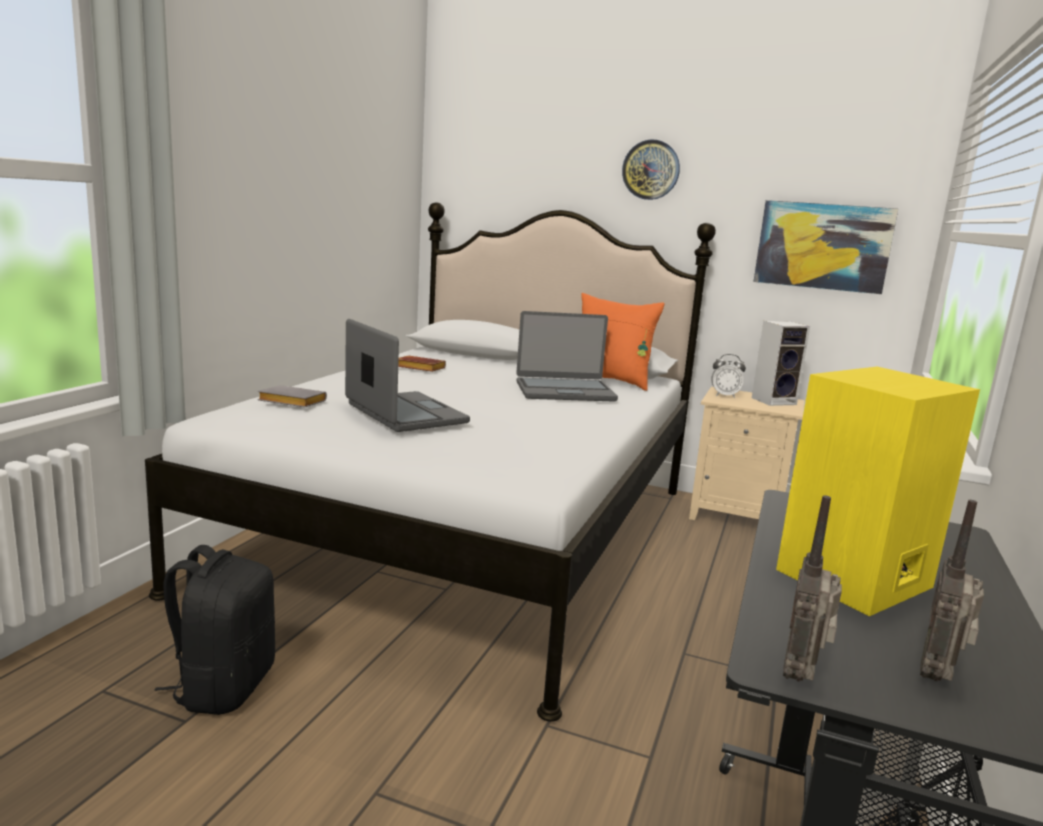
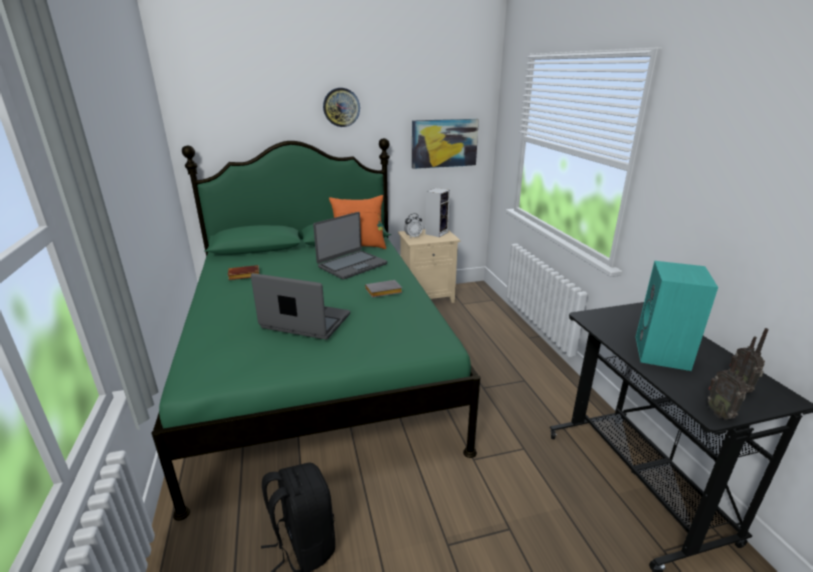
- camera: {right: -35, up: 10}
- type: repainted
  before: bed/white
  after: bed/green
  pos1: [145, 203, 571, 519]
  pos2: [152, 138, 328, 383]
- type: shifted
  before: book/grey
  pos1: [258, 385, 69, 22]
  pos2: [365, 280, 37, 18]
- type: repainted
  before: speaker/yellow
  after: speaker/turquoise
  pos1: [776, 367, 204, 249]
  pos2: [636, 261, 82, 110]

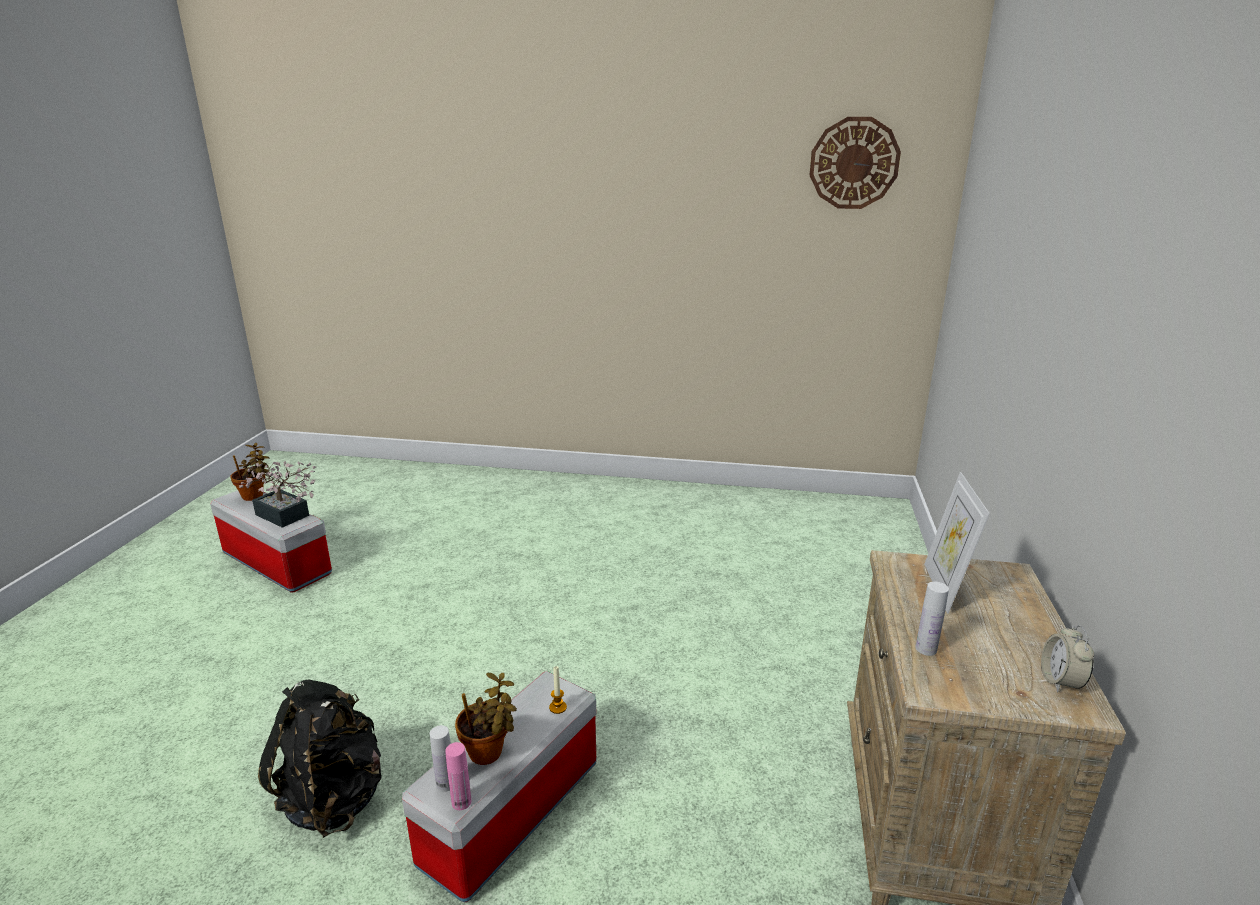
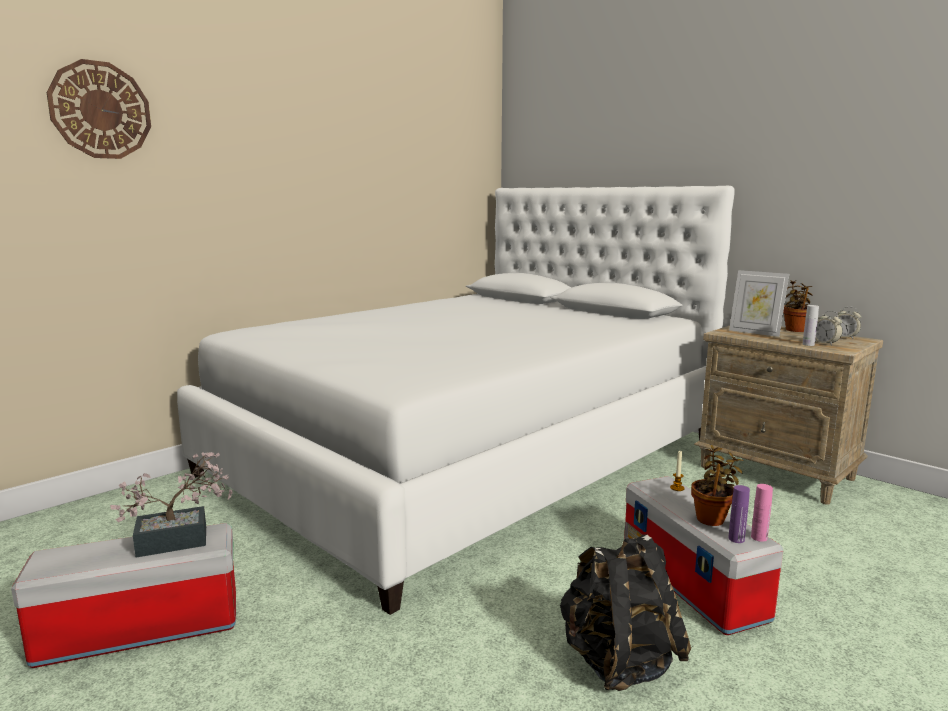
- camera: {right: -55, up: -10}
- type: shifted
  before: wall clock
  pos1: [809, 117, 92, 92]
  pos2: [47, 59, 104, 100]
- type: new
  after: bed/white
  pos2: [177, 186, 558, 429]
- type: repainted
  before: bottle/white
  after: bottle/purple
  pos1: [430, 725, 21, 67]
  pos2: [728, 485, 22, 58]
- type: shifted
  before: potted plant
  pos1: [230, 443, 40, 58]
  pos2: [783, 280, 29, 52]
- type: new
  after: alarm clock
  pos2: [815, 311, 28, 34]

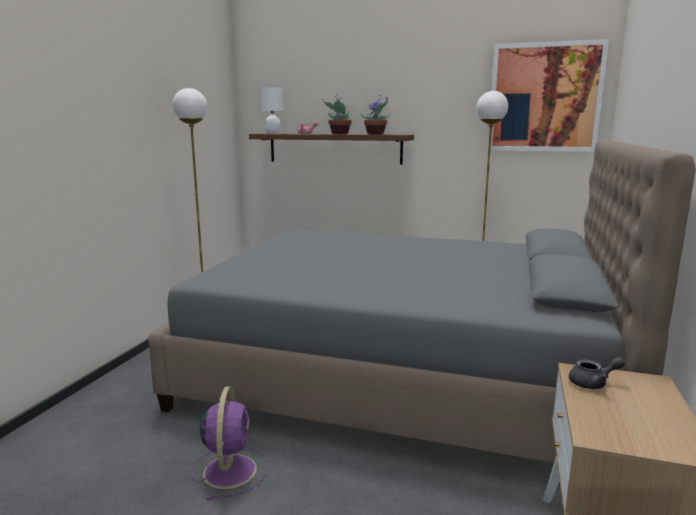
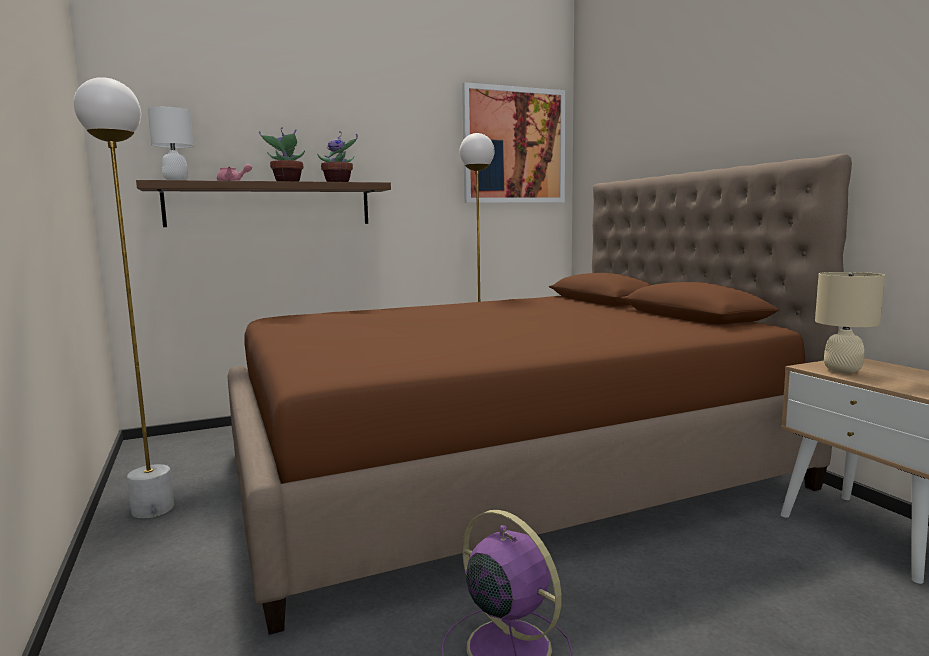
- camera: {right: -40, up: -5}
- type: repainted
  before: bed/grey
  after: bed/brown
  pos1: [148, 139, 547, 324]
  pos2: [227, 154, 625, 481]
- type: swapped
  before: teapot/grey
  after: table lamp/beige
  pos1: [569, 357, 56, 32]
  pos2: [815, 272, 70, 101]

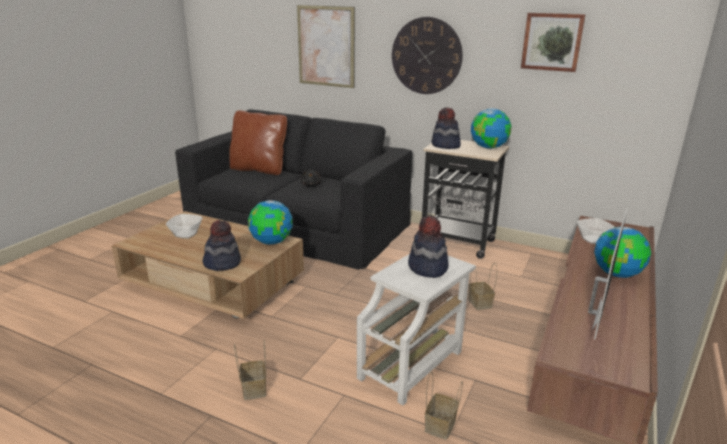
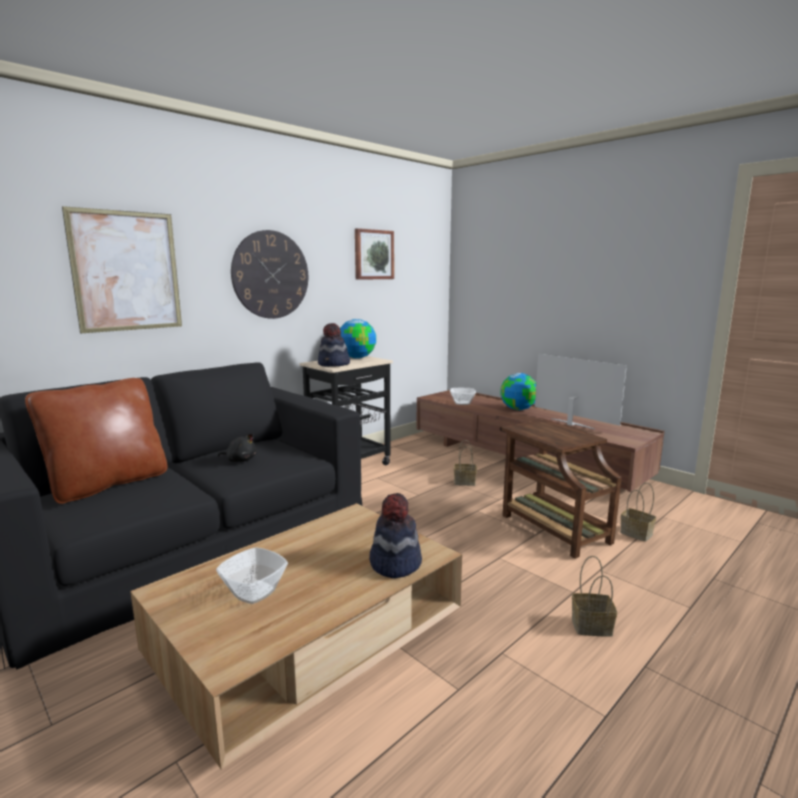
- camera: {right: -70, up: -10}
- type: repainted
  before: side table/white
  after: side table/brown
  pos1: [357, 254, 119, 151]
  pos2: [501, 419, 121, 139]
- type: gone
  before: globe
  pos1: [248, 200, 45, 44]
- type: gone
  before: hat
  pos1: [408, 215, 40, 63]

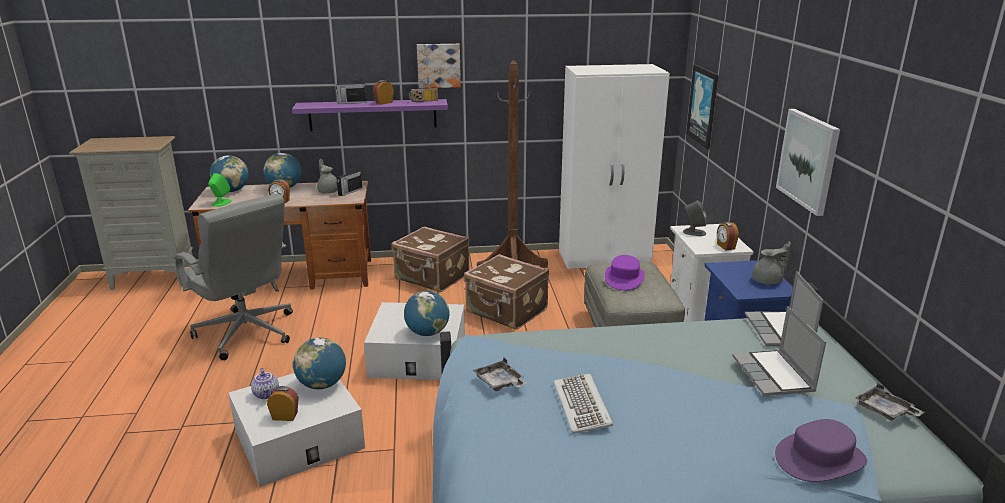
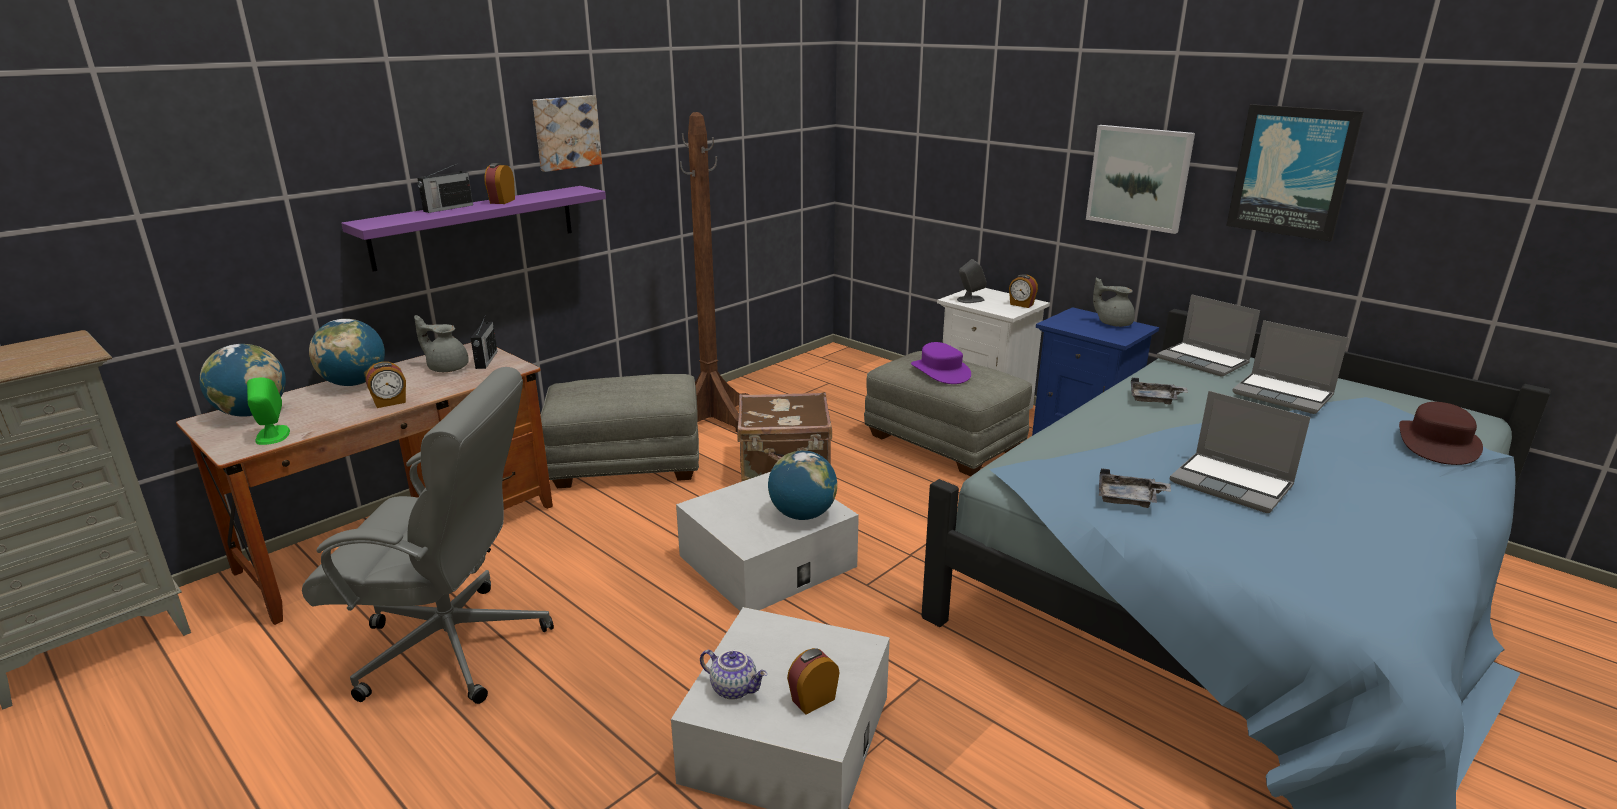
- camera: {right: -40, up: 0}
- type: swapped
  before: suitcase/brown
  after: ottoman/grey
  pos1: [391, 226, 79, 66]
  pos2: [541, 374, 158, 114]
- type: rotated
  before: teapot/grey
  pos1: [752, 242, 39, 43]
  pos2: [1093, 277, 42, 50]
  turn: -90
- type: shifted
  before: tray/grey
  pos1: [856, 384, 69, 37]
  pos2: [1131, 378, 57, 27]
- type: swapped
  before: keyboard
  after: laptop
  pos1: [553, 374, 60, 59]
  pos2: [1170, 391, 141, 122]
- type: shifted
  before: picture
  pos1: [686, 64, 33, 85]
  pos2: [1226, 104, 138, 138]
- type: repainted
  before: hat/purple
  after: hat/brown
  pos1: [775, 419, 92, 63]
  pos2: [1399, 402, 84, 63]
- type: gone
  before: globe
  pos1: [293, 337, 53, 52]
- type: gone
  before: radio
  pos1: [409, 88, 29, 15]
- type: gone
  before: wardrobe/white
  pos1: [559, 64, 111, 205]

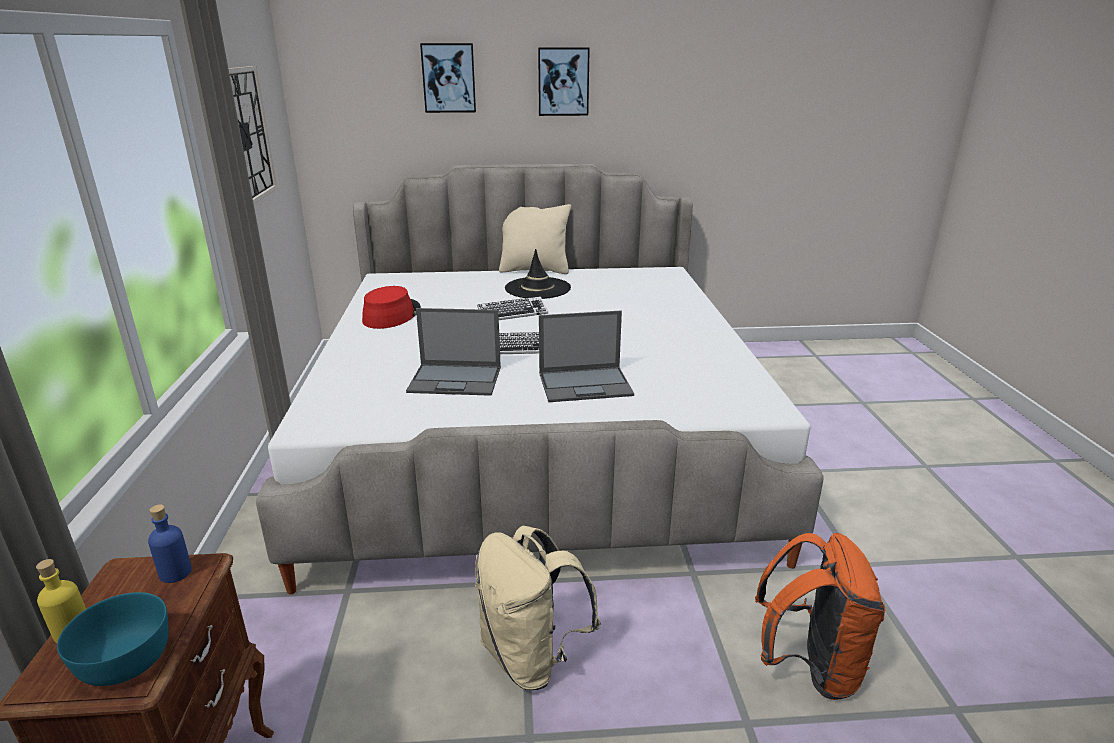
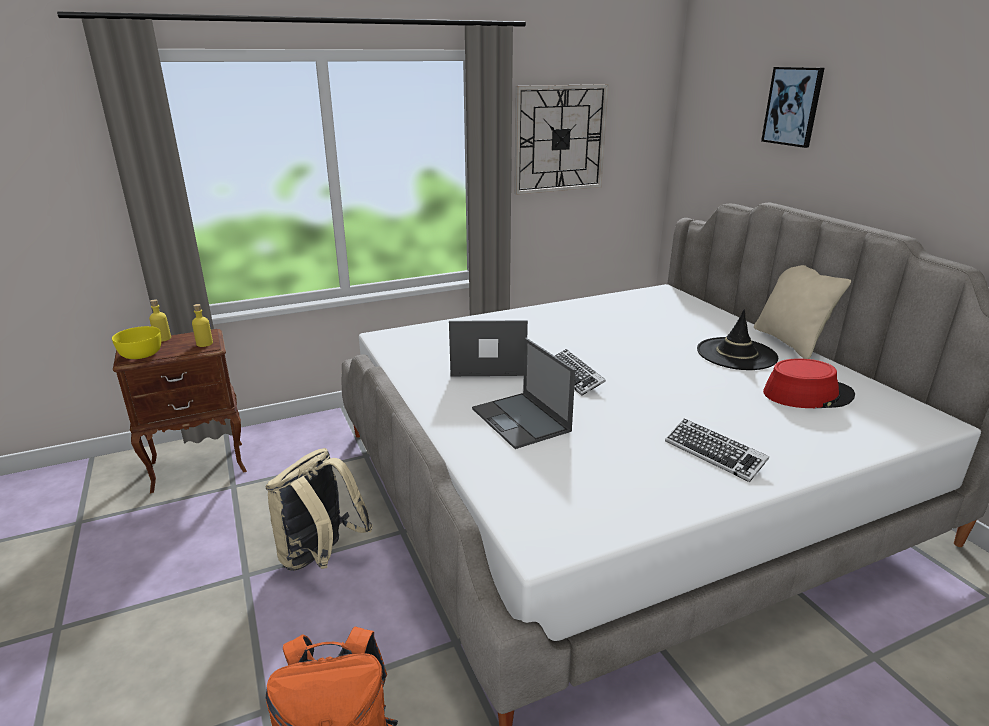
- camera: {right: 70, up: 0}
- type: repainted
  before: bowl/turquoise
  after: bowl/yellow
  pos1: [57, 592, 112, 94]
  pos2: [112, 326, 49, 33]
- type: repainted
  before: bottle/blue
  after: bottle/yellow
  pos1: [148, 505, 44, 78]
  pos2: [192, 304, 21, 43]
- type: rotated
  before: laptop
  pos1: [406, 308, 95, 88]
  pos2: [449, 320, 79, 56]
  turn: 105
- type: shifted
  before: keyboard
  pos1: [477, 296, 71, 24]
  pos2: [665, 418, 104, 64]
- type: shifted
  before: hat/red
  pos1: [362, 286, 59, 43]
  pos2: [763, 358, 92, 50]
- type: gone
  before: picture
  pos1: [538, 47, 52, 69]

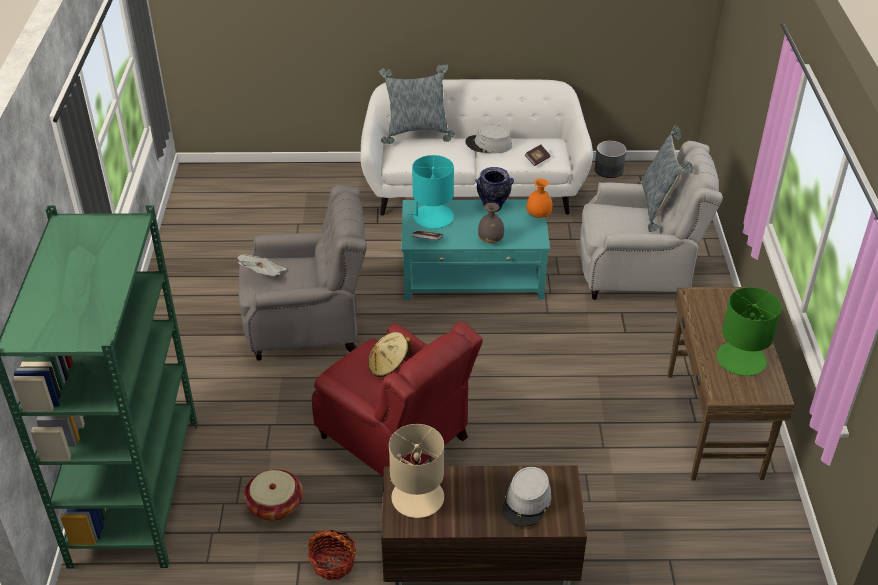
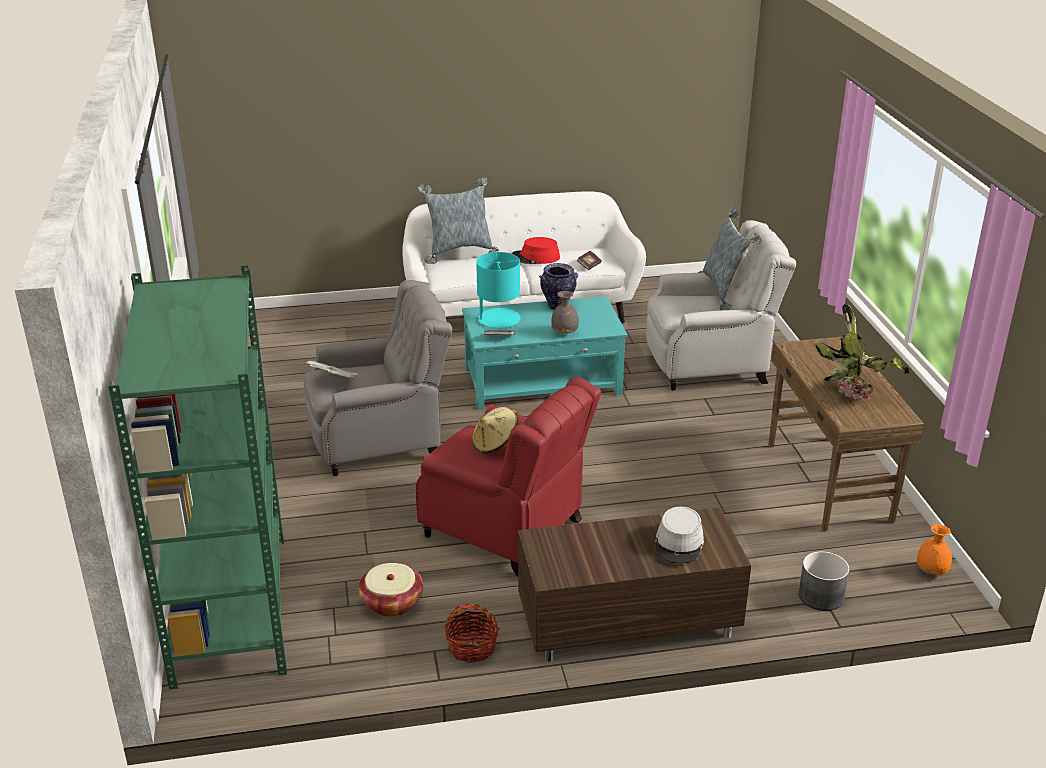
- camera: {right: -10, up: -10}
- type: repainted
  before: hat/grey
  after: hat/red
  pos1: [465, 125, 47, 28]
  pos2: [512, 237, 48, 27]
- type: shifted
  before: planter/grey
  pos1: [595, 140, 31, 38]
  pos2: [799, 551, 50, 60]
- type: swapped
  before: table lamp/green
  after: potted plant
  pos1: [717, 287, 65, 89]
  pos2: [816, 304, 94, 96]
- type: shifted
  before: vase/orange
  pos1: [526, 179, 27, 40]
  pos2: [917, 524, 35, 51]
- type: gone
  before: table lamp/beige
  pos1: [389, 424, 55, 95]

